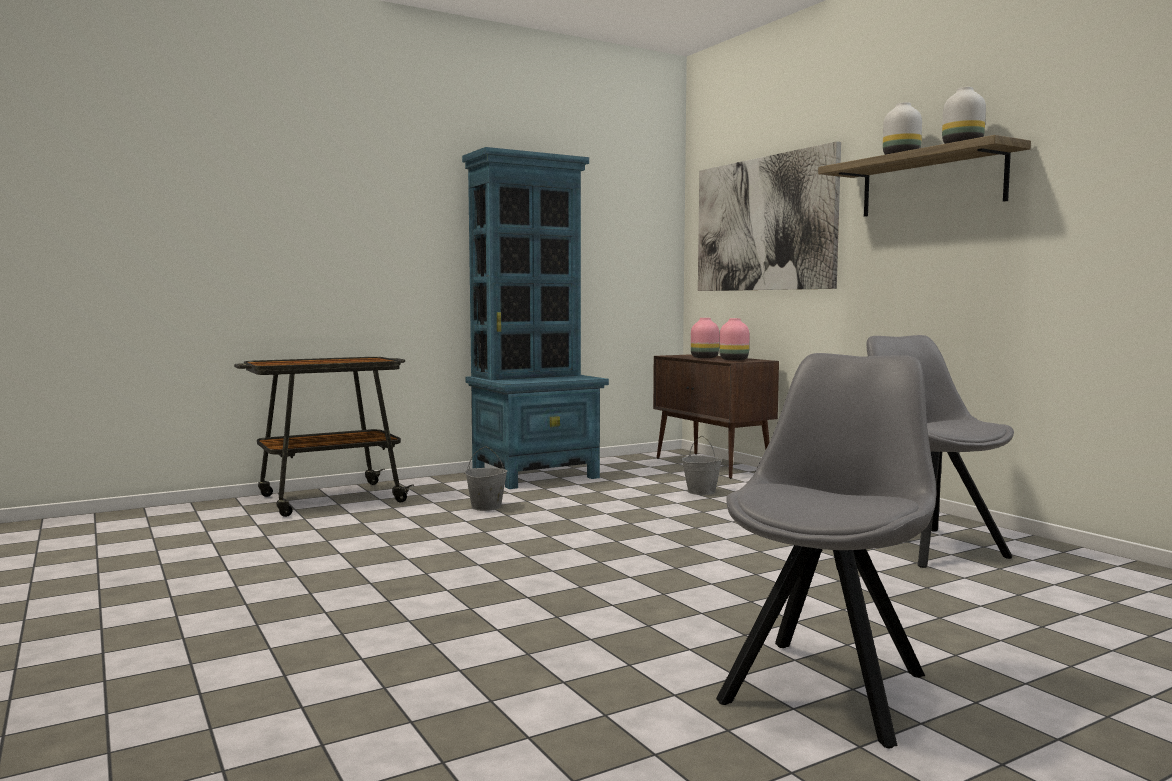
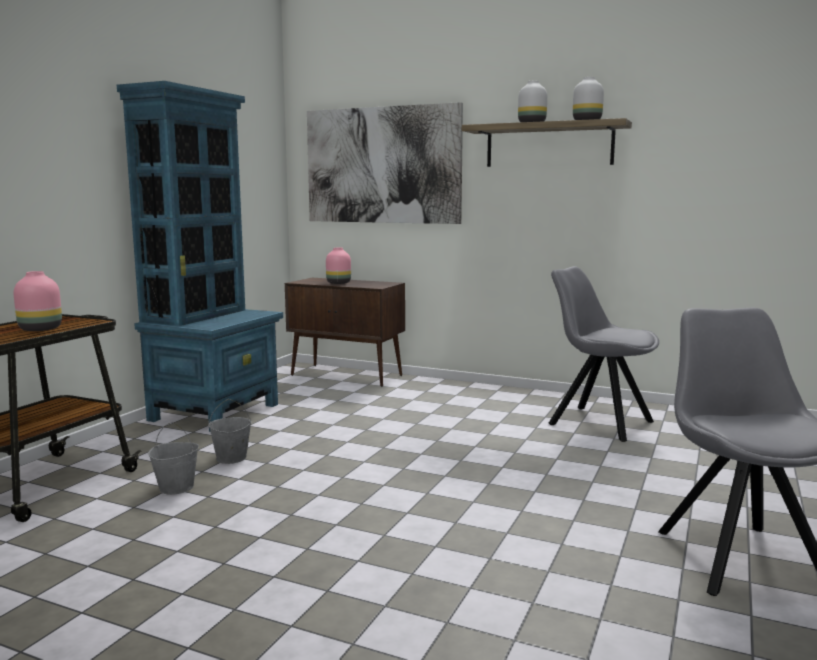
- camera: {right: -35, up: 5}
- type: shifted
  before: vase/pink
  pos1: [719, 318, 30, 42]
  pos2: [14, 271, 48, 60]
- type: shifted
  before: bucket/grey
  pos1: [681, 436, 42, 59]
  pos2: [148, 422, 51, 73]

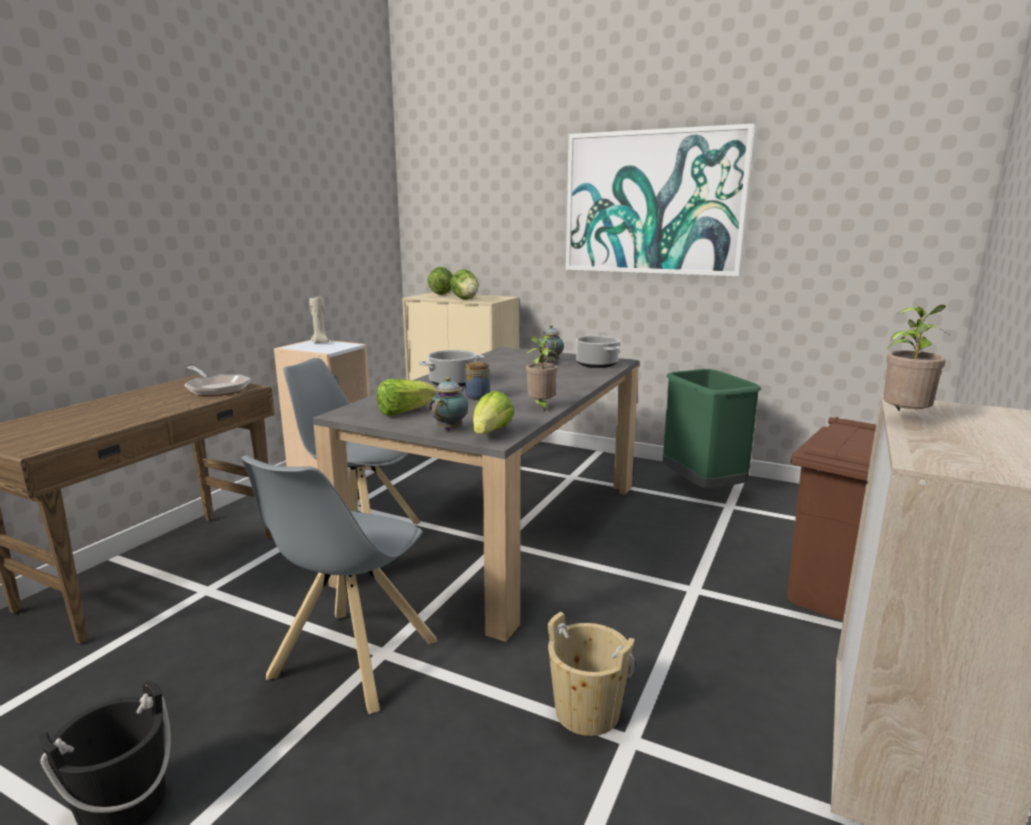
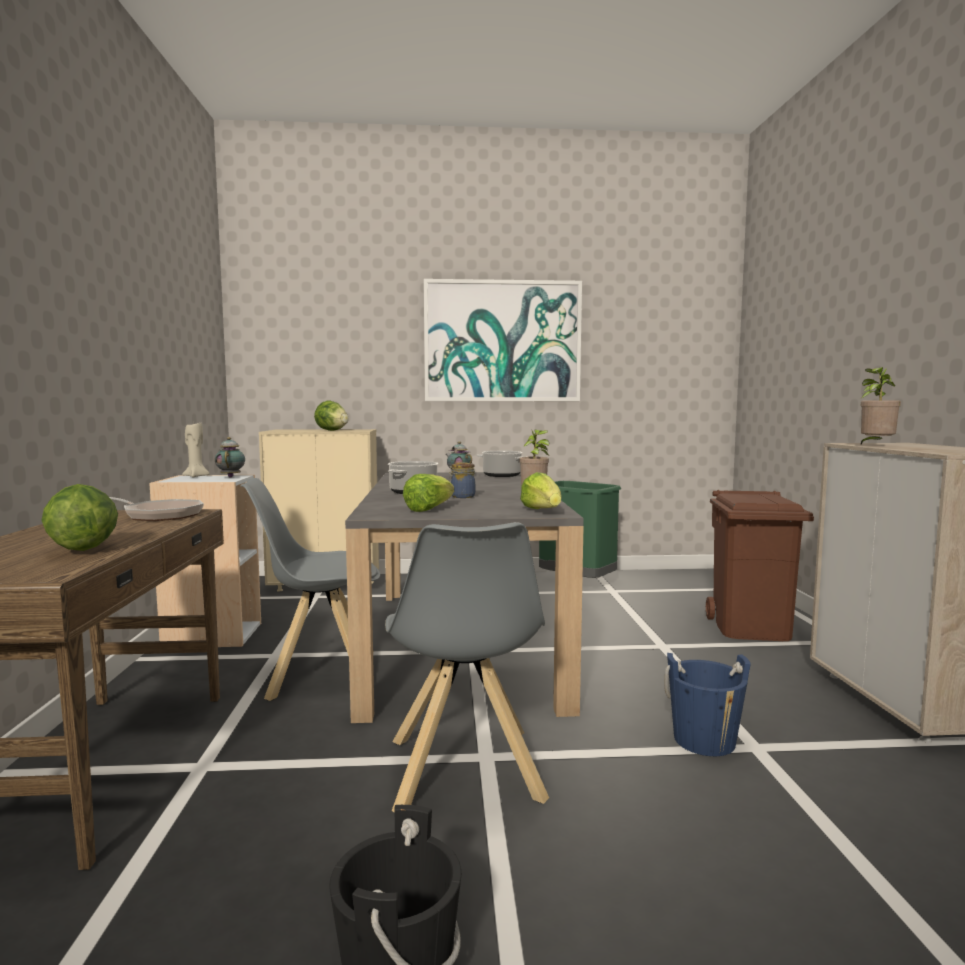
- camera: {right: -30, up: -10}
- type: shifted
  before: lettuce
  pos1: [427, 267, 26, 28]
  pos2: [41, 484, 77, 67]
- type: shifted
  before: teapot
  pos1: [429, 377, 39, 54]
  pos2: [215, 437, 30, 40]
- type: repainted
  before: bucket/beige
  after: bucket/blue
  pos1: [548, 612, 87, 124]
  pos2: [664, 653, 87, 103]

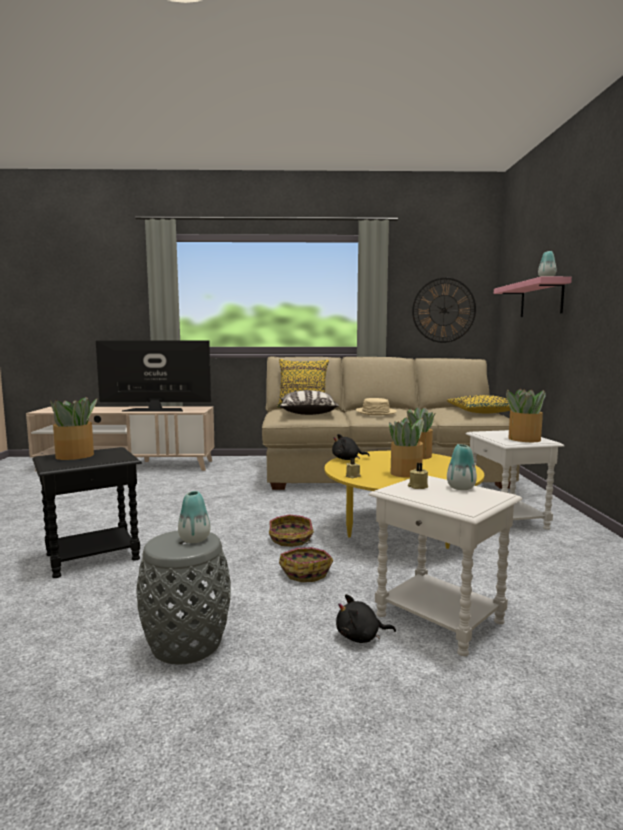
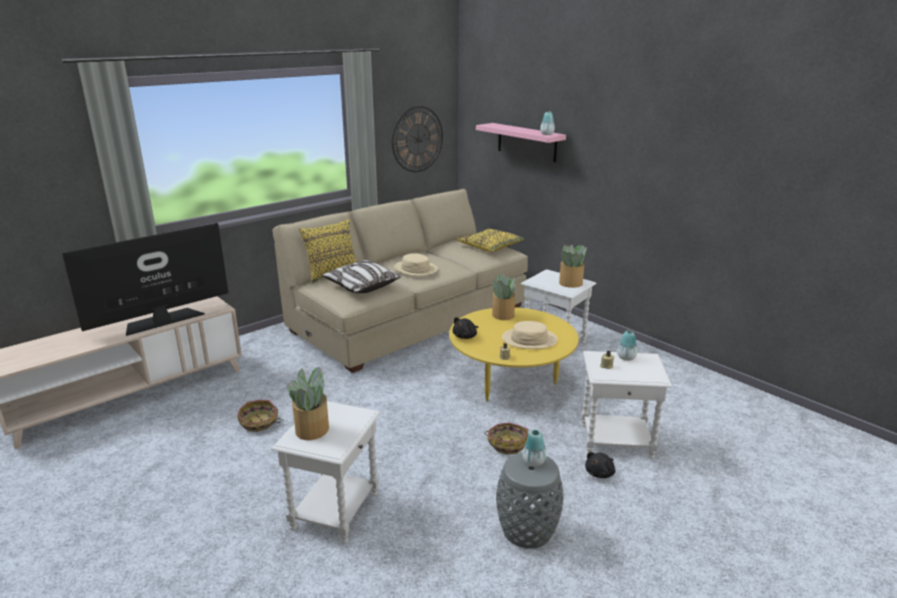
- camera: {right: -40, up: 15}
- type: shifted
  before: basket
  pos1: [269, 514, 45, 33]
  pos2: [237, 400, 45, 32]
- type: repainted
  before: side table/black
  after: side table/white
  pos1: [33, 447, 109, 131]
  pos2: [270, 401, 111, 143]
- type: swapped
  before: potted plant
  after: hat/beige
  pos1: [389, 417, 35, 61]
  pos2: [502, 321, 56, 28]

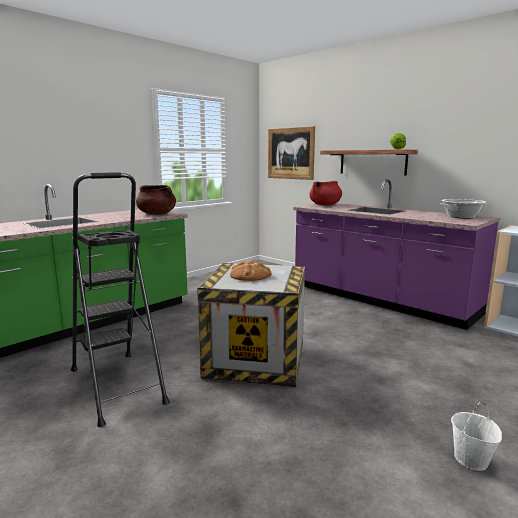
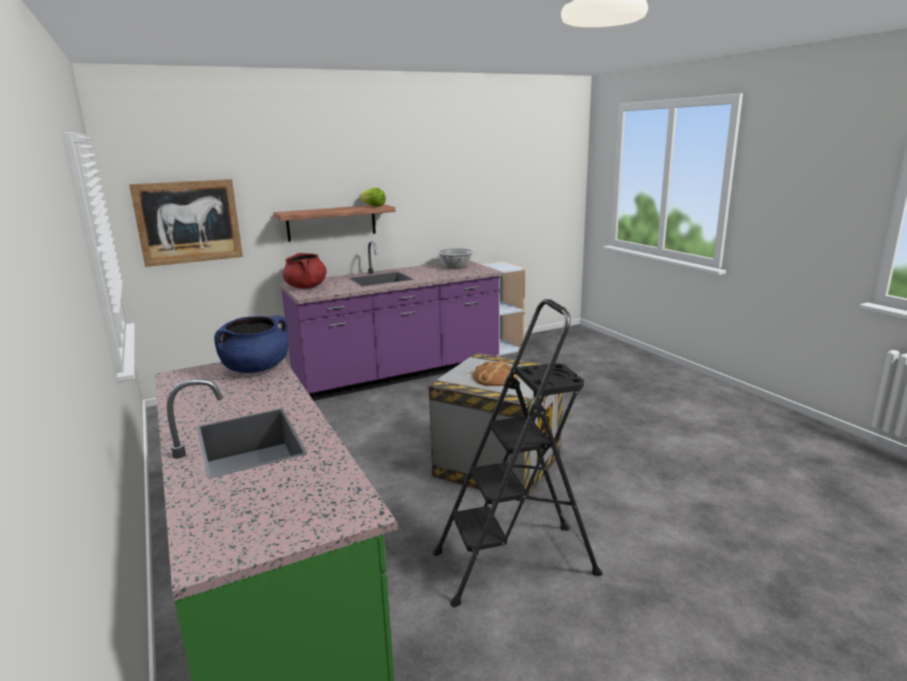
- camera: {right: -70, up: 5}
- type: repainted
  before: cooking pot/brown
  after: cooking pot/blue
  pos1: [136, 185, 40, 30]
  pos2: [214, 316, 74, 57]
- type: gone
  before: bucket/white
  pos1: [451, 402, 51, 69]

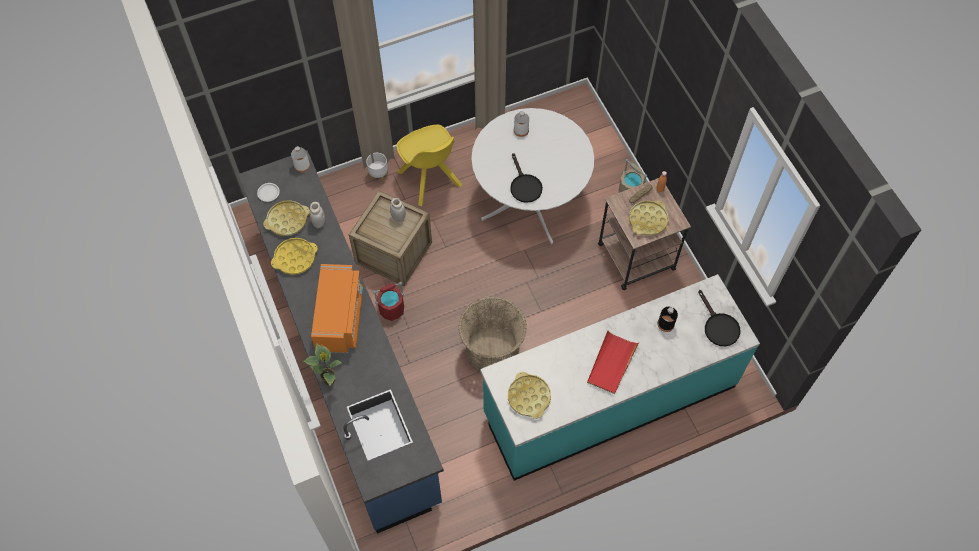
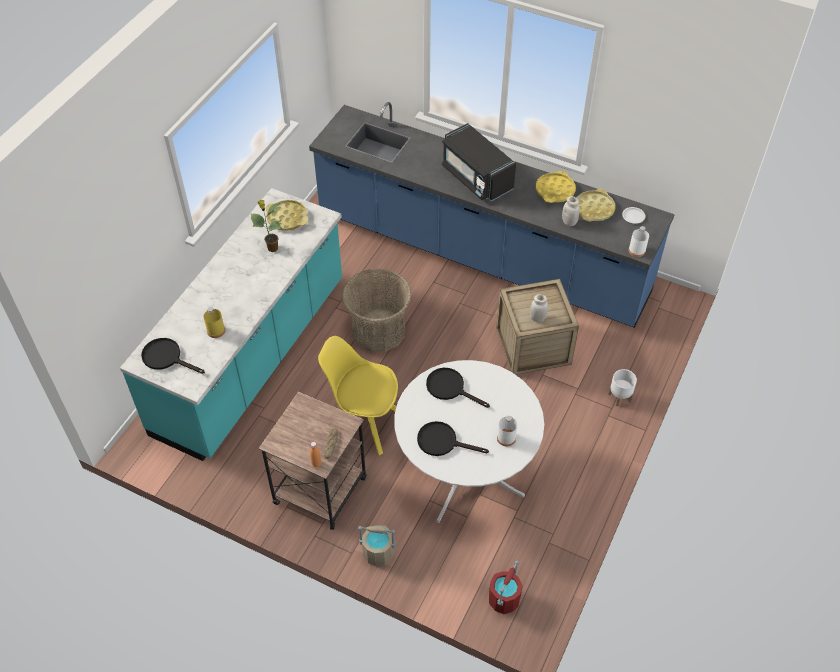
- camera: {right: 140, up: -10}
- type: repainted
  before: bottle/black
  after: bottle/yellow
  pos1: [657, 307, 21, 25]
  pos2: [203, 307, 22, 31]
- type: shifted
  before: potted plant
  pos1: [304, 344, 38, 42]
  pos2: [251, 200, 31, 52]
- type: shifted
  before: chair/yellow
  pos1: [396, 125, 66, 81]
  pos2: [318, 336, 80, 119]
- type: new
  after: frying pan/black
  pos2: [417, 421, 72, 35]
- type: repainted
  before: microwave/orange
  after: microwave/black
  pos1: [311, 264, 52, 89]
  pos2: [442, 123, 74, 79]
- type: shifted
  before: bucket/red
  pos1: [373, 282, 31, 39]
  pos2: [489, 561, 34, 53]
- type: gone
  before: tray/red
  pos1: [587, 330, 52, 64]
- type: gone
  before: tray/yellow
  pos1: [629, 200, 40, 36]

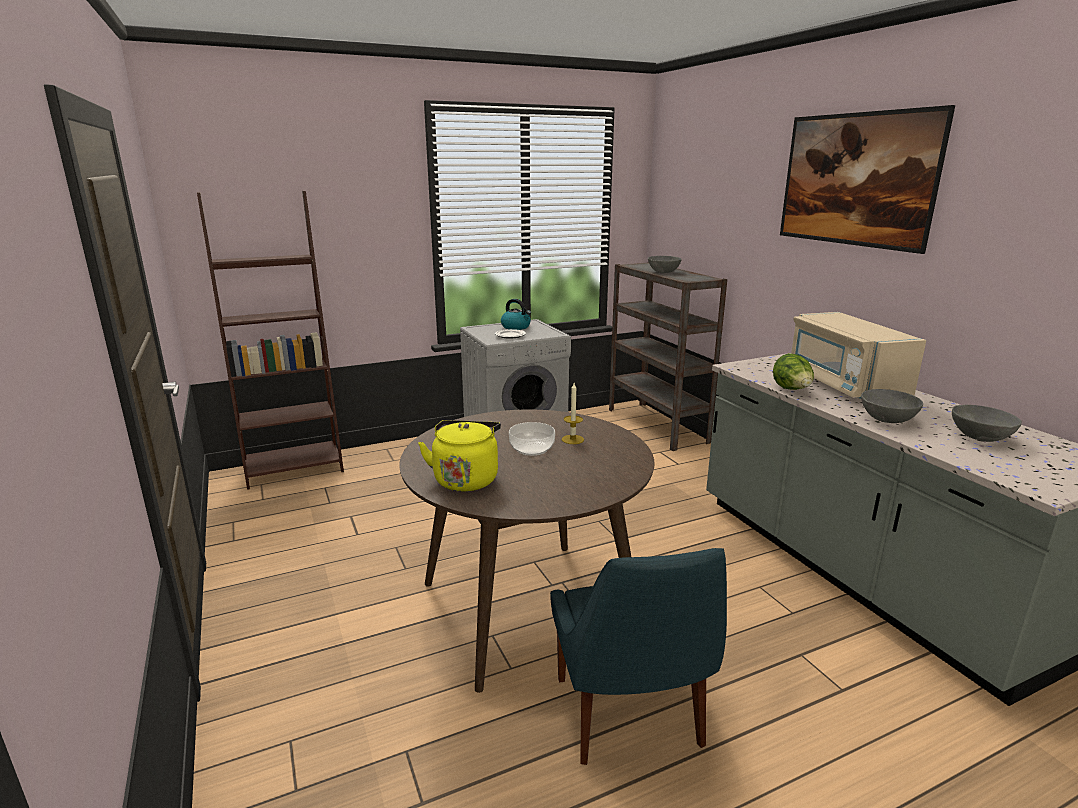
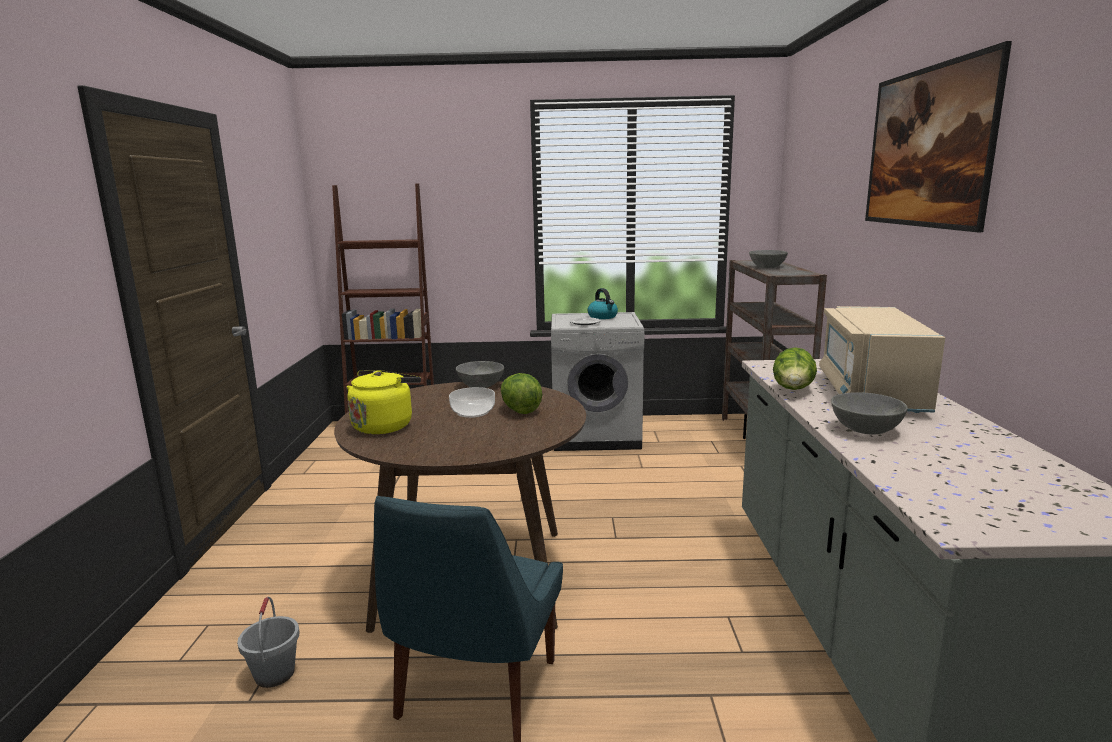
- camera: {right: 25, up: -5}
- type: new
  after: bucket/grey
  pos2: [237, 597, 62, 91]
- type: shifted
  before: bowl/grey
  pos1: [952, 405, 70, 37]
  pos2: [456, 361, 48, 27]
- type: swapped
  before: candle
  after: lettuce
  pos1: [562, 383, 22, 61]
  pos2: [501, 373, 41, 41]

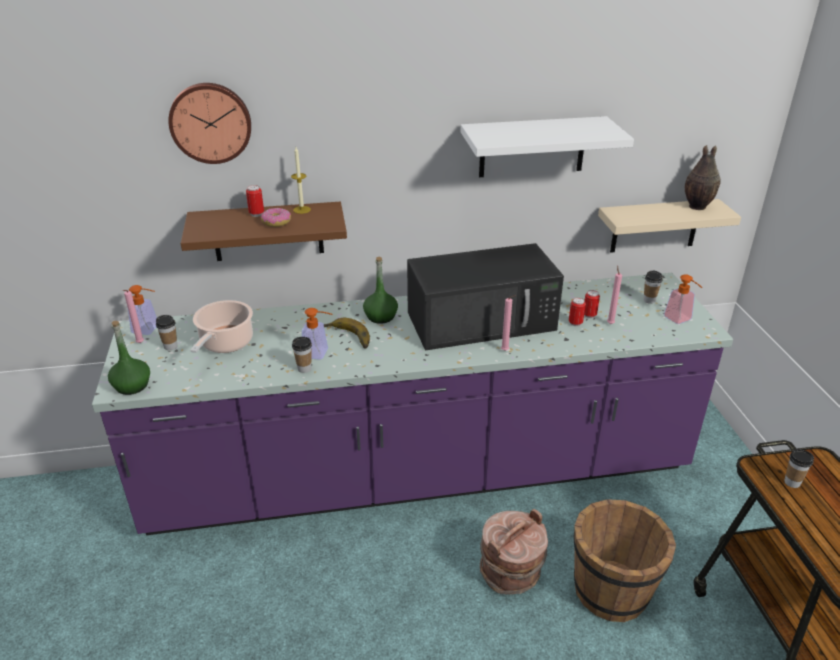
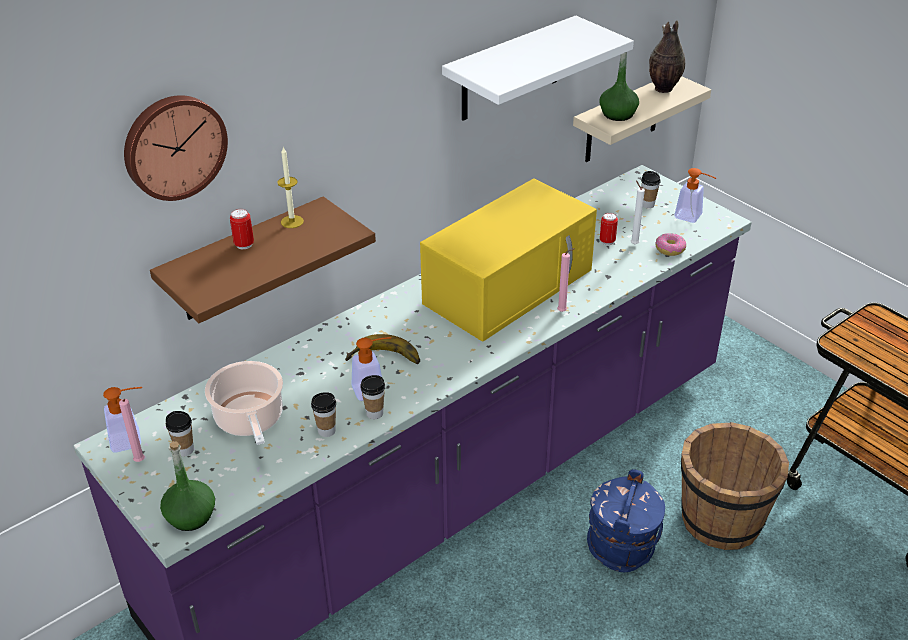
- camera: {right: -30, up: 5}
- type: shifted
  before: cup
  pos1: [784, 449, 30, 39]
  pos2: [311, 392, 25, 45]
- type: repainted
  before: microwave/black
  after: microwave/yellow
  pos1: [407, 243, 157, 107]
  pos2: [420, 178, 177, 164]
- type: repainted
  before: bucket/brown
  after: bucket/blue
  pos1: [480, 509, 68, 85]
  pos2: [587, 469, 78, 103]
- type: shifted
  before: bottle/green
  pos1: [363, 257, 35, 67]
  pos2: [600, 52, 39, 69]
- type: repainted
  before: candle/pink
  after: candle/white
  pos1: [607, 266, 15, 58]
  pos2: [631, 180, 14, 65]
- type: shifted
  before: donut
  pos1: [261, 208, 30, 19]
  pos2: [655, 233, 31, 23]
- type: gone
  before: can
  pos1: [569, 298, 17, 29]

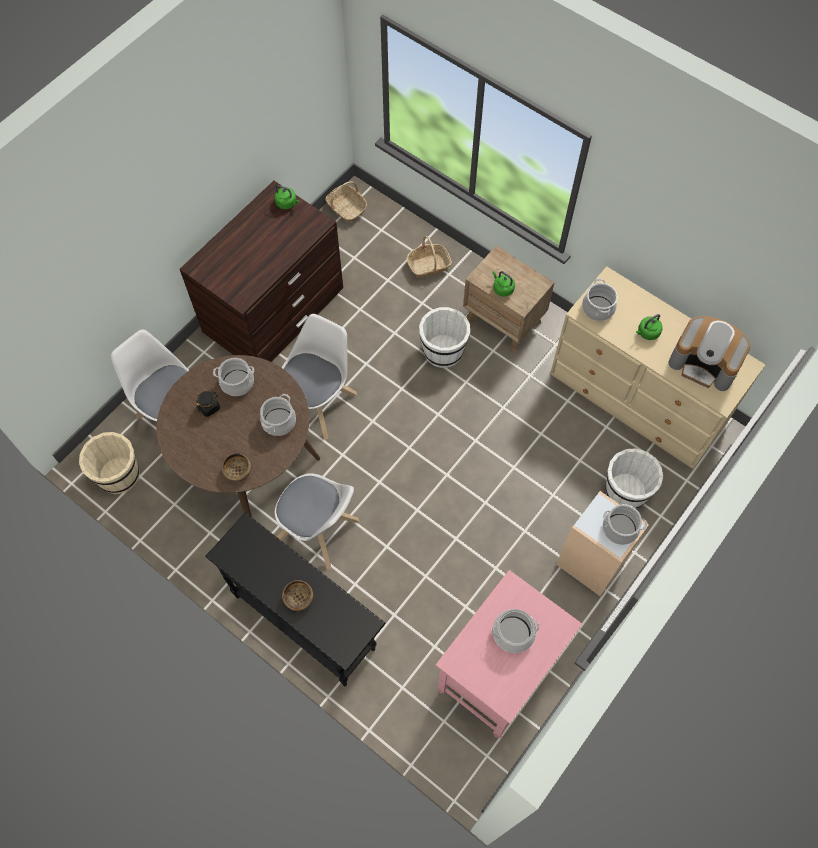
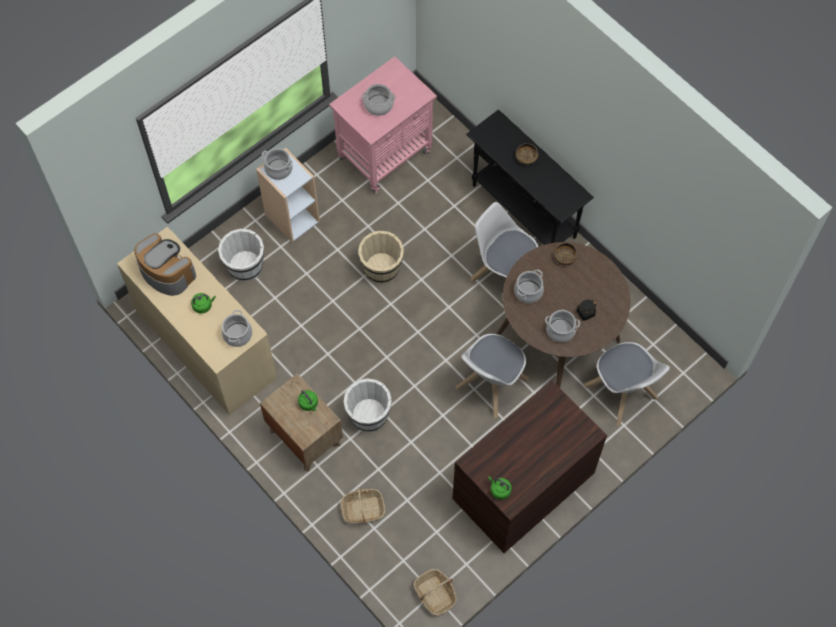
- camera: {right: -170, up: 0}
- type: shifted
  before: bucket/beige
  pos1: [79, 432, 61, 62]
  pos2: [358, 231, 46, 53]

